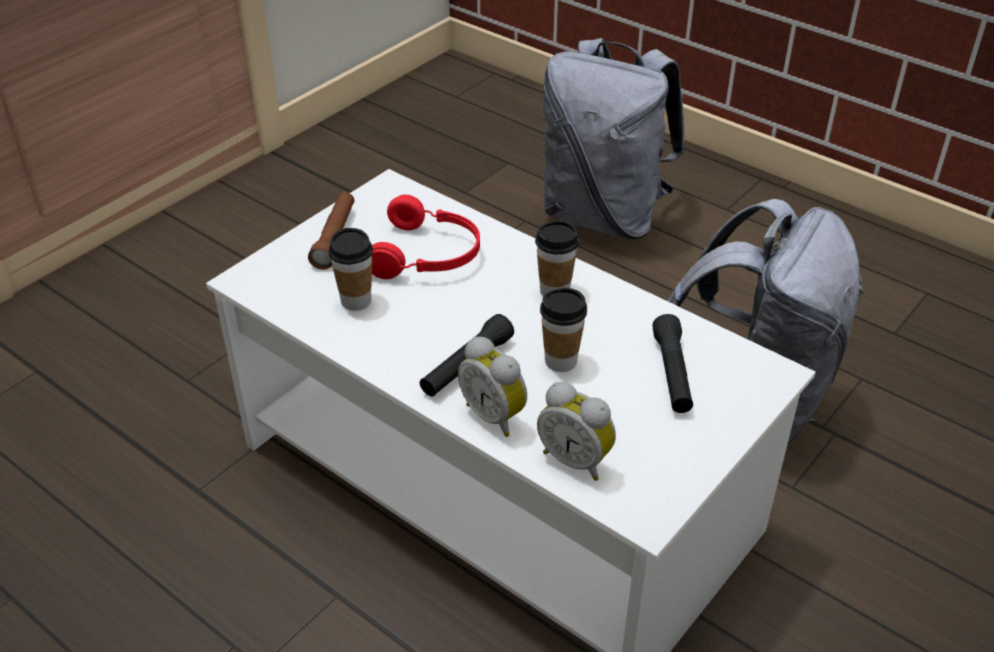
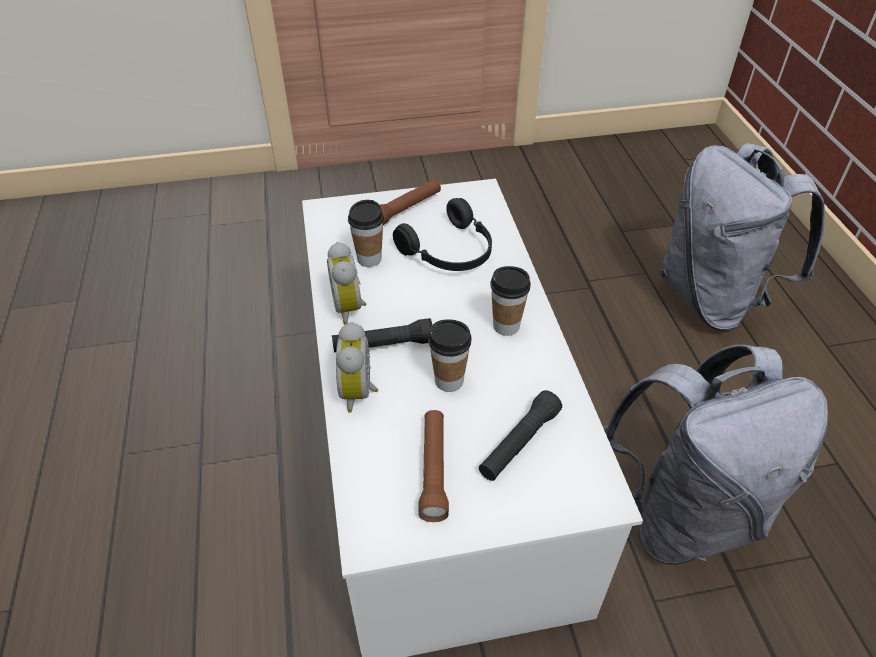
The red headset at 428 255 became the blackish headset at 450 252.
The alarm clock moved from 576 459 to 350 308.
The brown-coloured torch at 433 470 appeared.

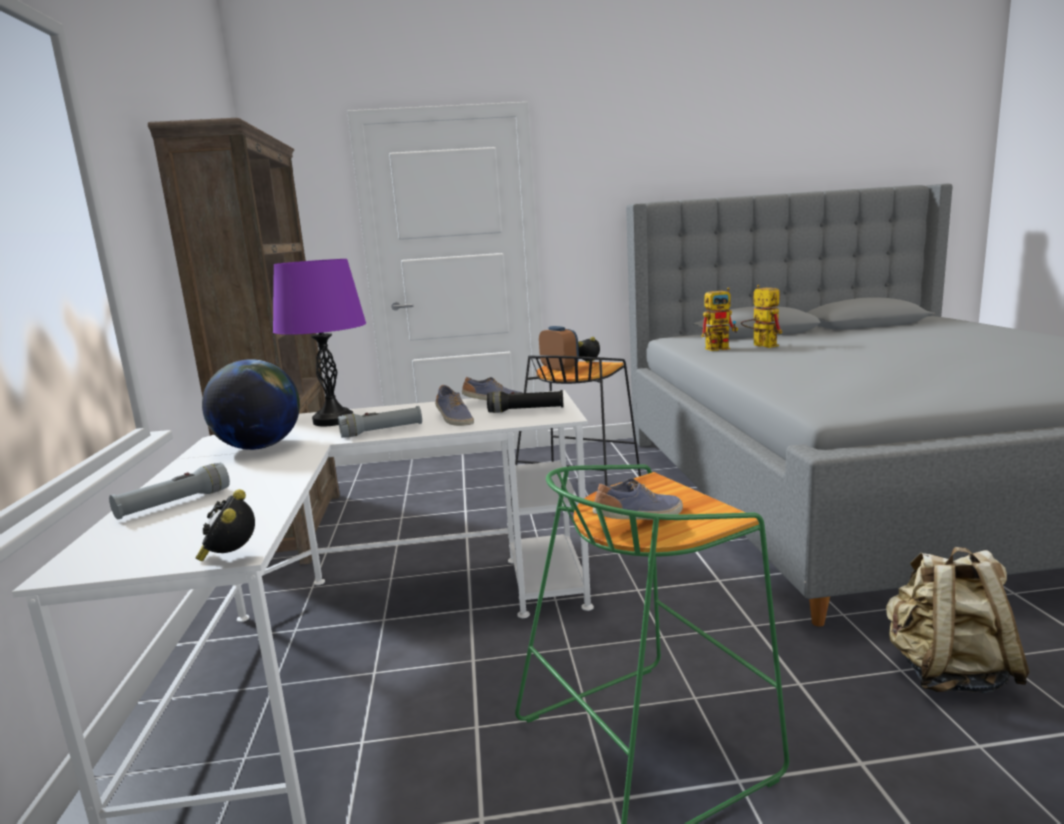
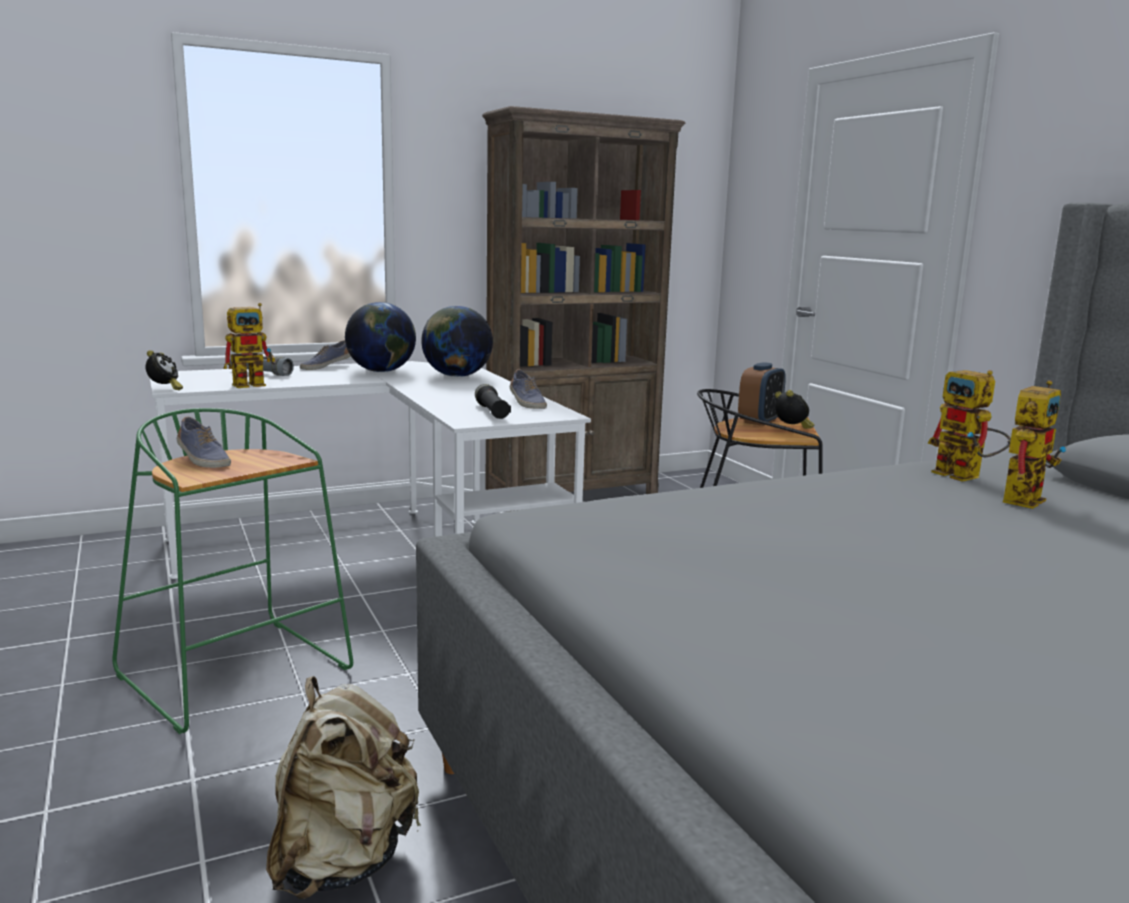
The purple-coloured tabletop lamp at 333 420 was replaced by the world globe at 456 376.
The item of footwear moved from 453 419 to 325 366.
The gray torch at 382 431 disappeared.
The alarm clock at 231 557 turned 120 degrees clockwise.
The toy robot at 255 384 appeared.

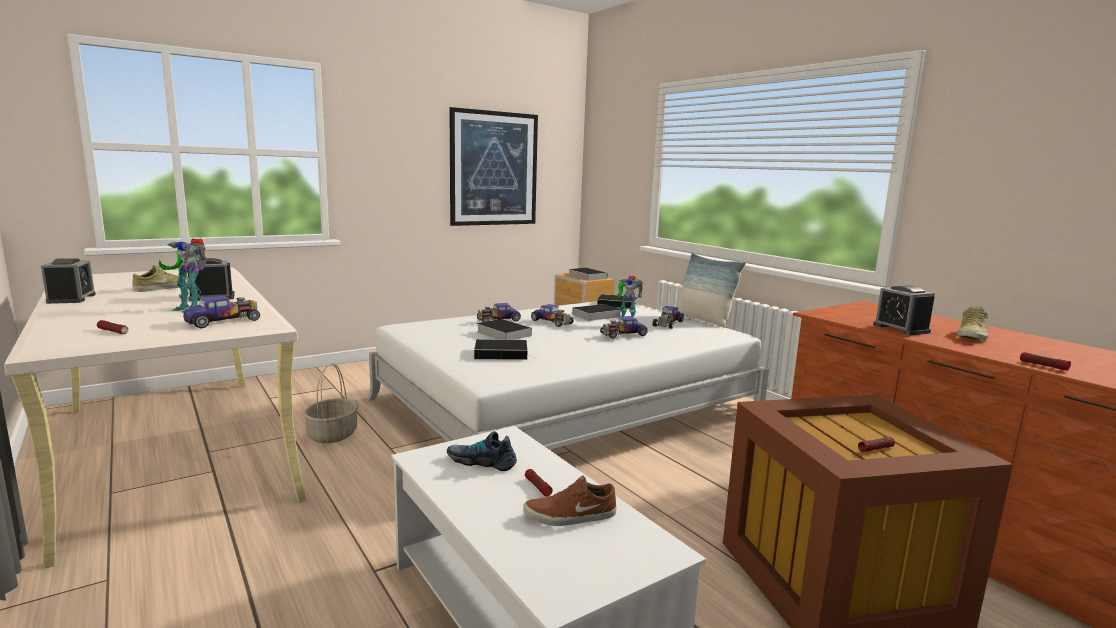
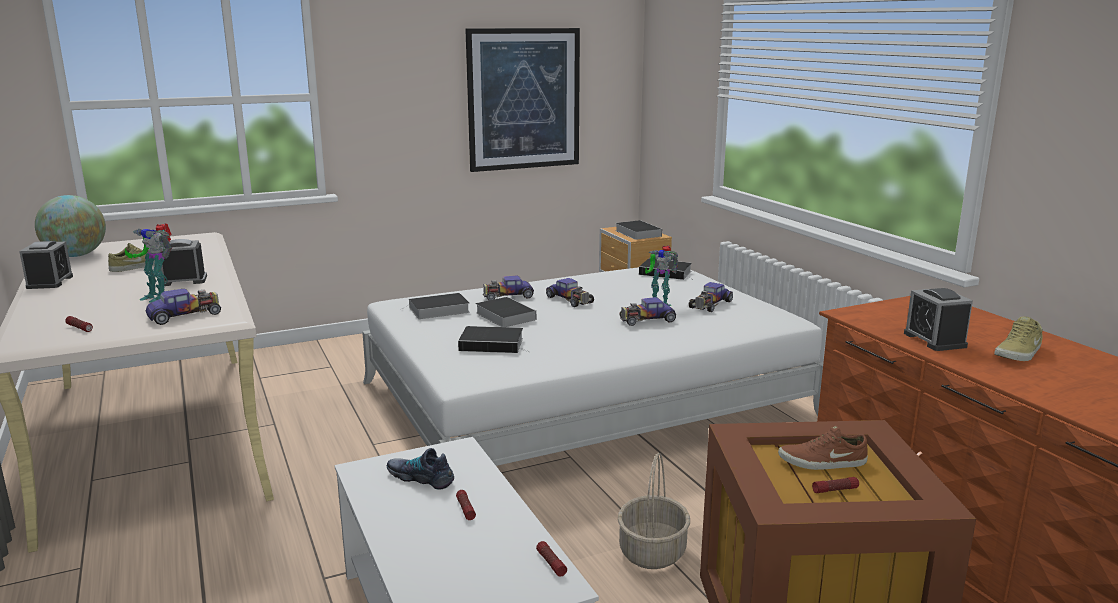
The throw pillow at 703 320 disappeared.
The bound book moved from 596 316 to 437 310.
The torch moved from 1043 366 to 551 563.
The household basket moved from 333 435 to 653 552.
The brown-coloured item of footwear moved from 570 516 to 822 462.
The world globe at 76 255 appeared.

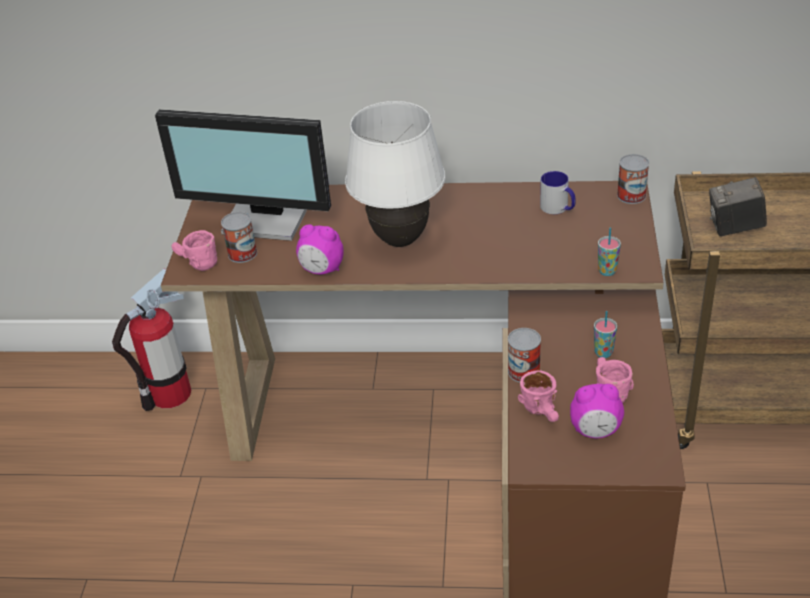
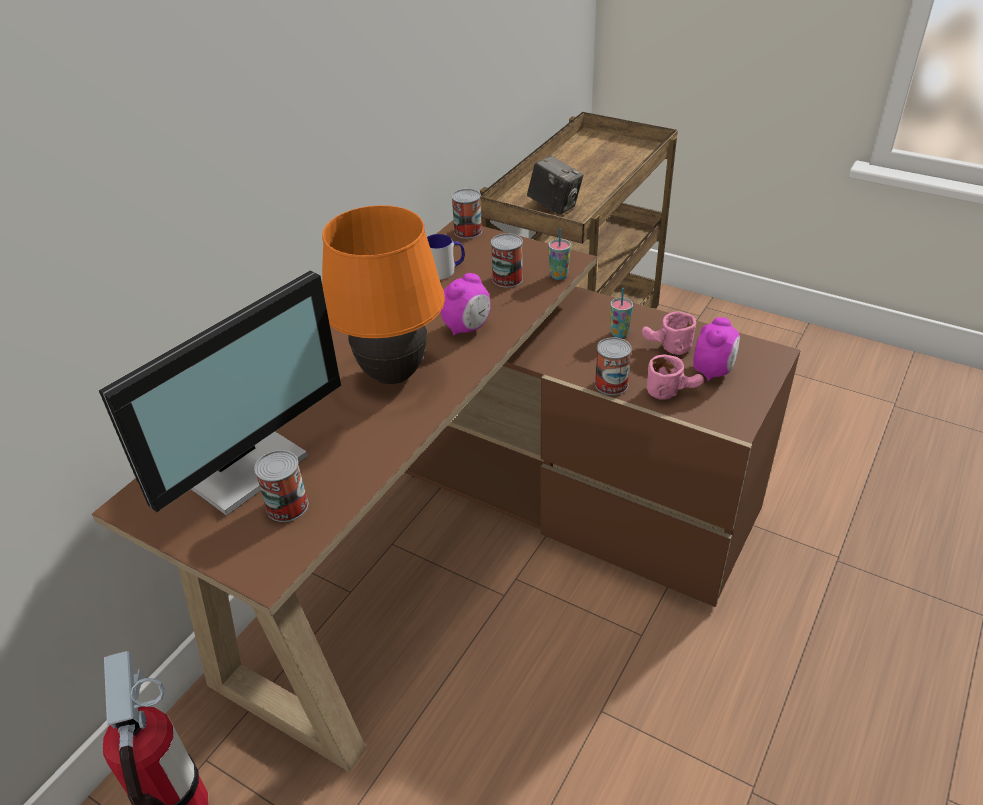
The whitish tabletop lamp at 399 239 became the orangey tabletop lamp at 392 376.
The photo camera at 734 228 turned 75 degrees counterclockwise.
The alarm clock moved from 322 270 to 467 328.
The pinkish mug at 195 263 disappeared.
The can at 507 279 appeared.

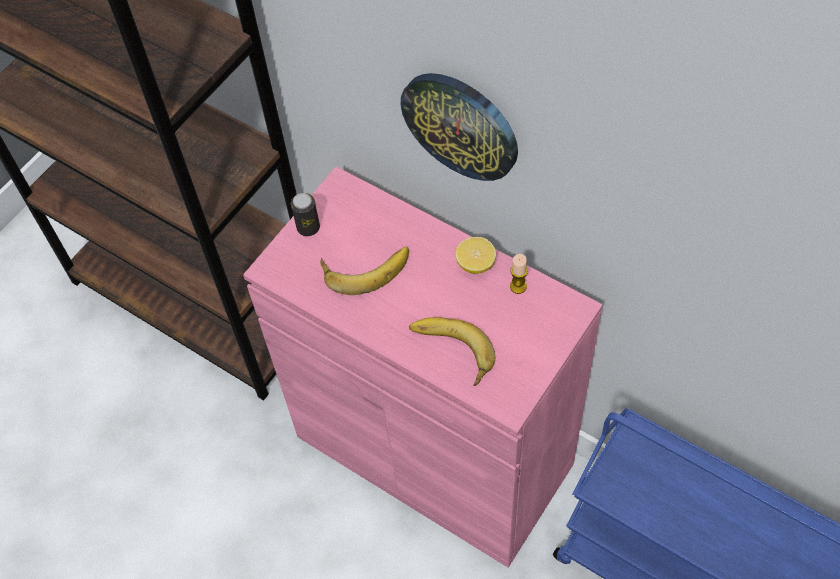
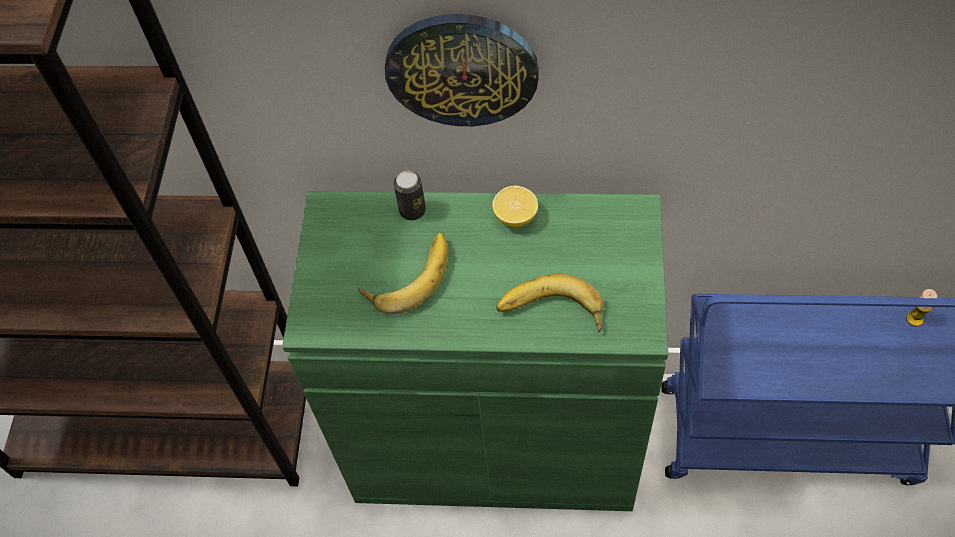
The pinkish cupboard at 433 450 became the green cupboard at 495 442.
The can moved from 308 227 to 412 210.
The candle moved from 518 286 to 914 319.

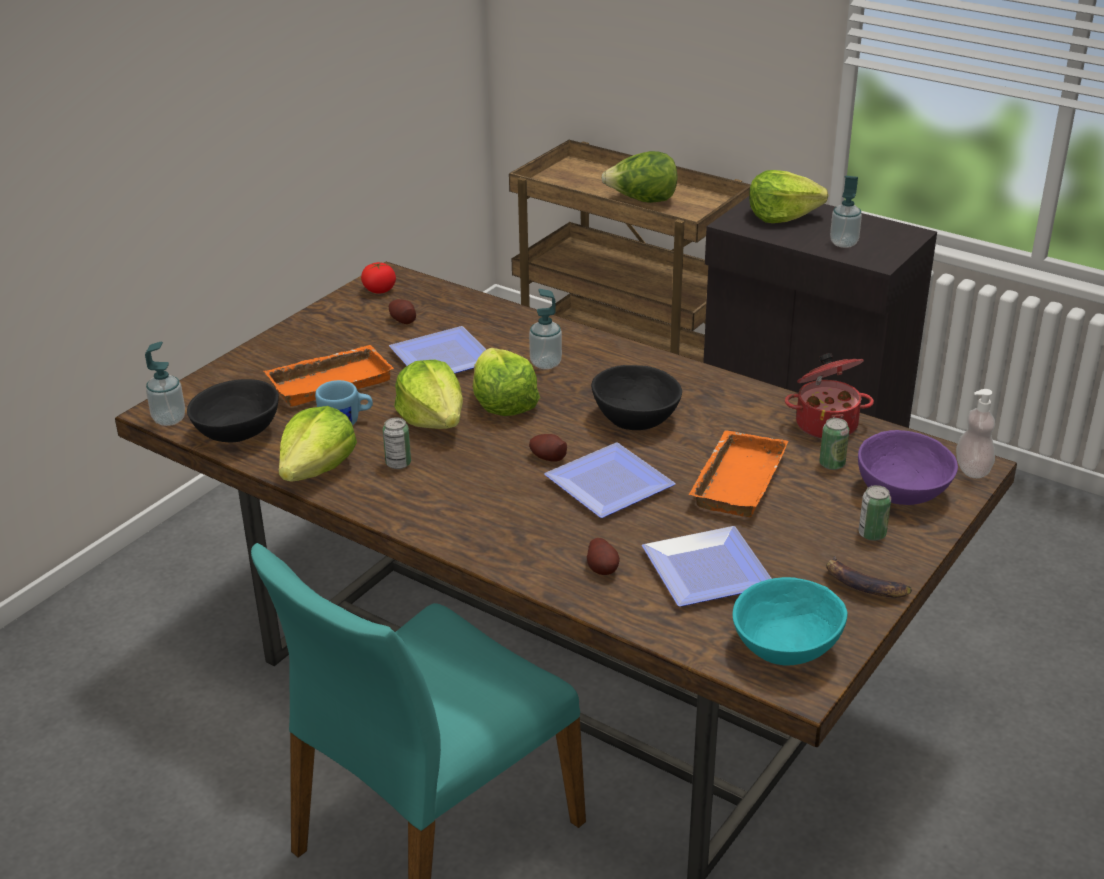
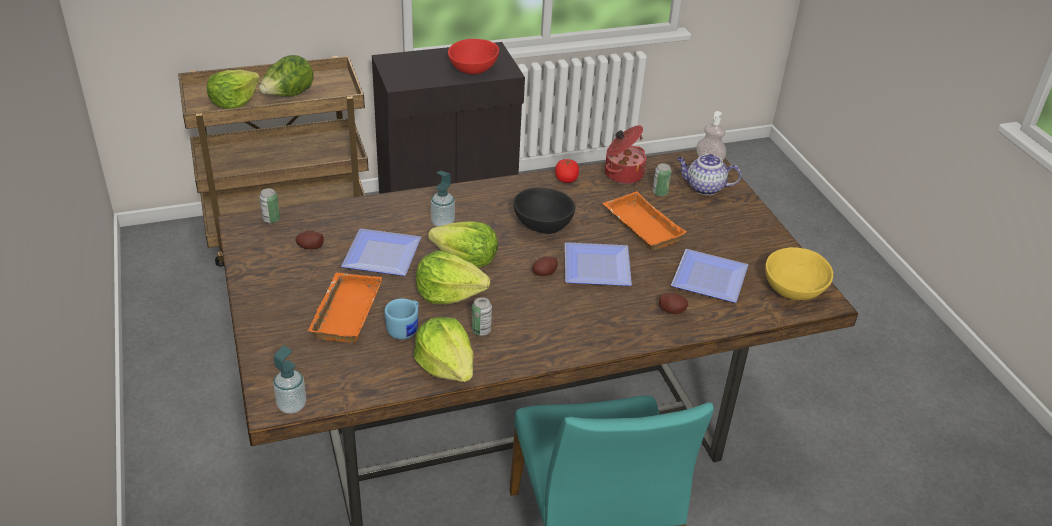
The lettuce head moved from 782 216 to 234 101.
The soap bottle at 843 243 was replaced by the red bowl at 473 69.
The fresh tomato moved from 379 290 to 566 180.
The blackish bowl at 239 432 disappeared.
The purple-coloured bowl at 900 491 was replaced by the tea pot at 704 188.
The can moved from 872 534 to 271 219.
The banana at 863 585 disappeared.
The turquoise bowl at 787 646 became the yellowish bowl at 793 289.

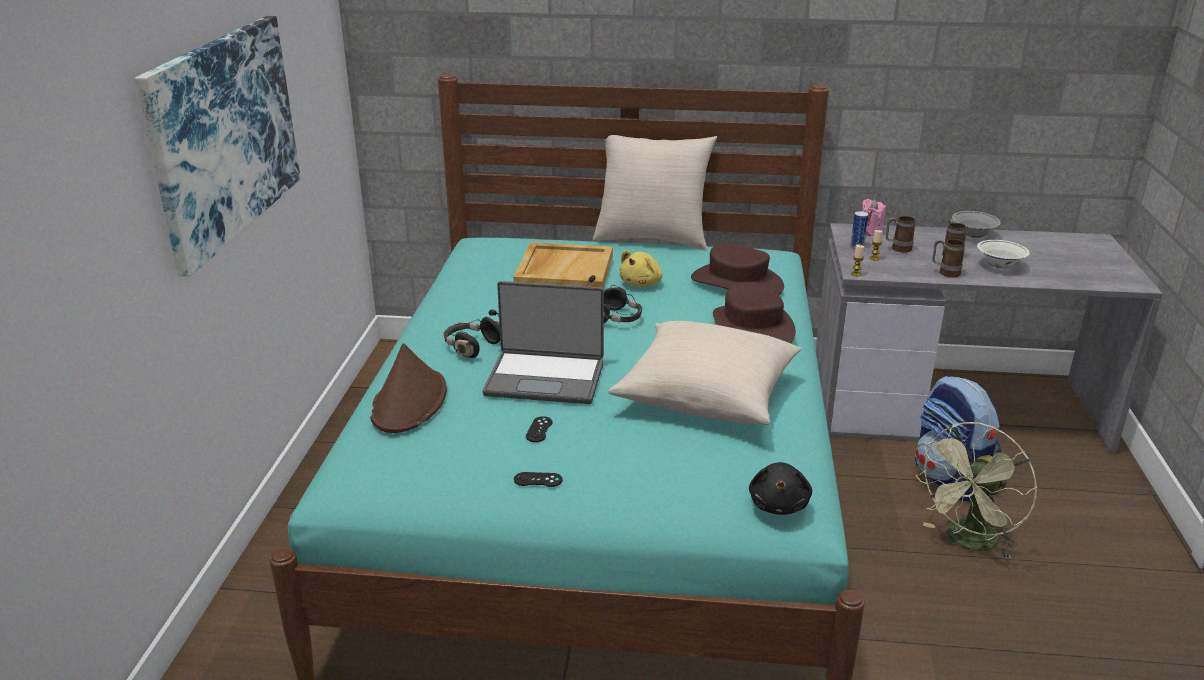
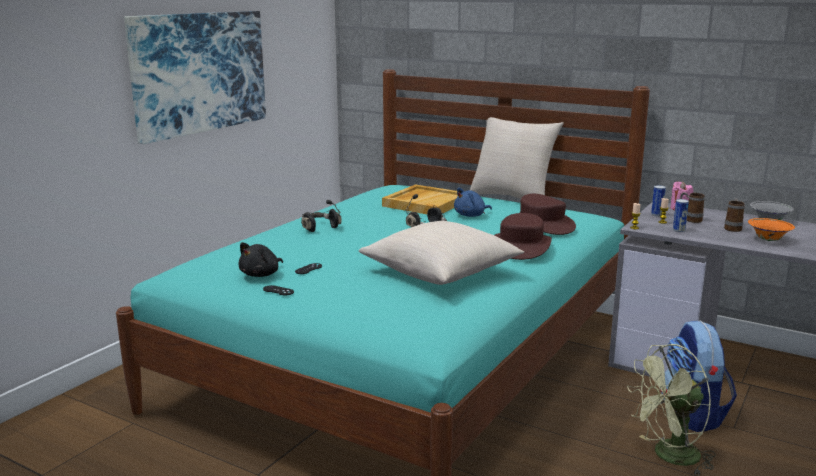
The mug at 945 273 disappeared.
The whitish bowl at 999 266 became the orangey bowl at 768 240.
The yellowish plush toy at 642 283 became the bluish plush toy at 471 215.
The notebook computer at 545 378 disappeared.
The brown-coloured clothing hat at 409 402 disappeared.
The blackish plush toy moved from 779 504 to 261 274.
The can at 678 230 appeared.

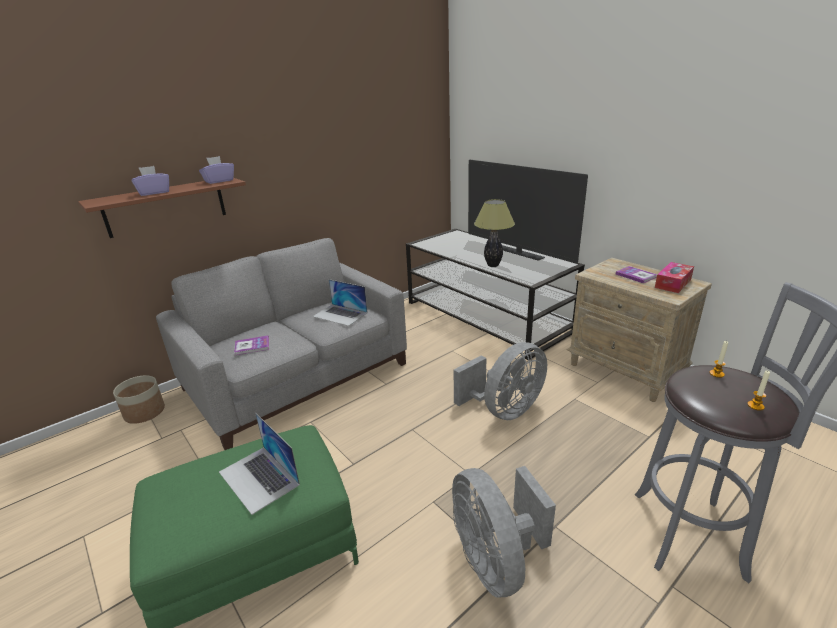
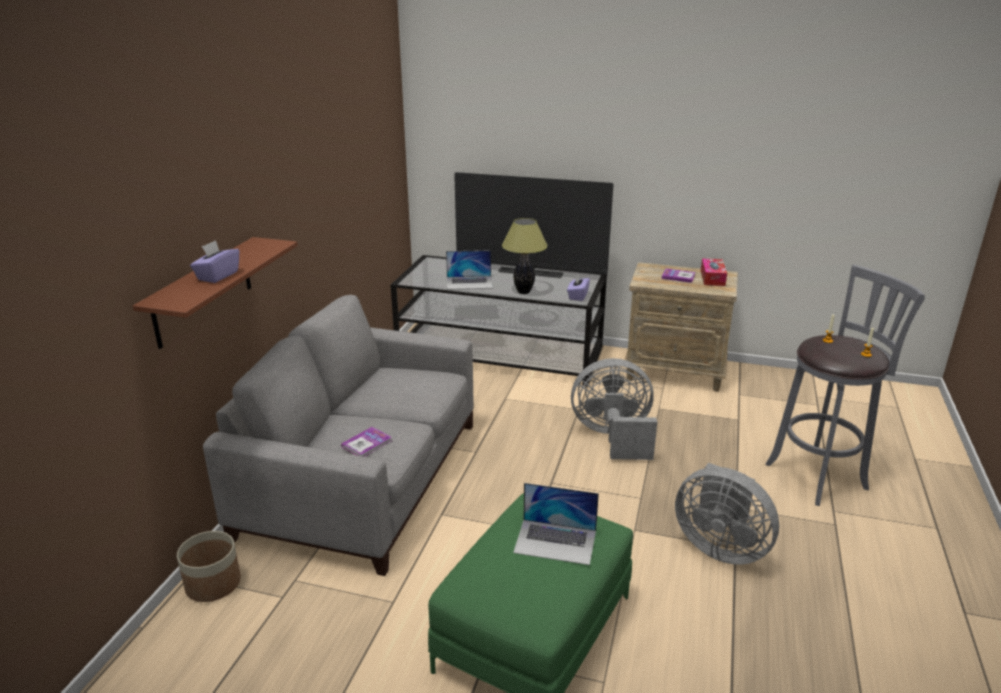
The purple-coloured tissue box moved from 219 181 to 577 296.
The notebook computer moved from 340 314 to 469 282.
The gray fan at 504 410 turned 105 degrees counterclockwise.

